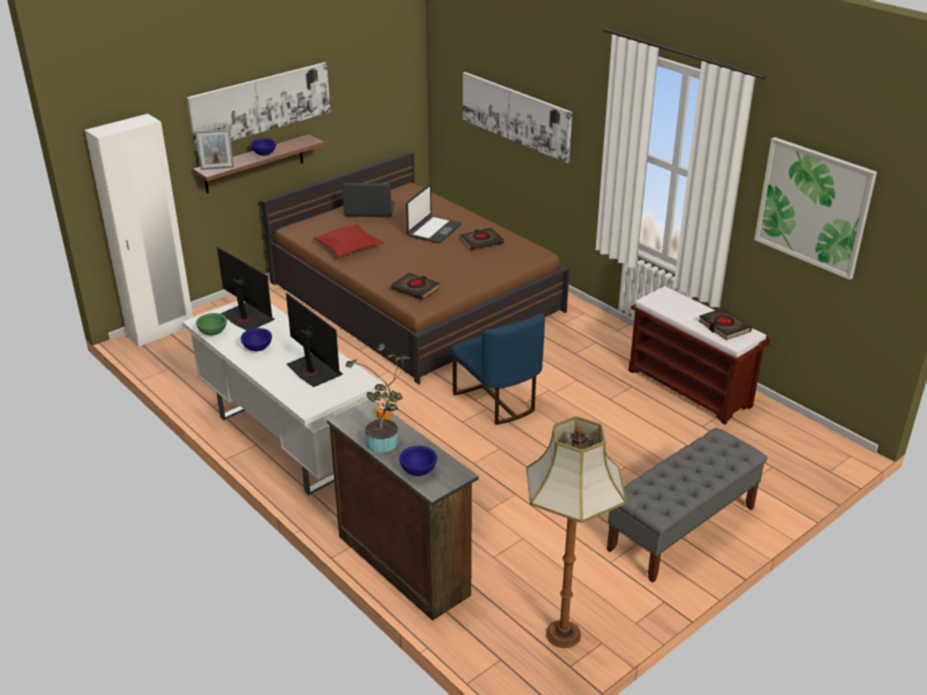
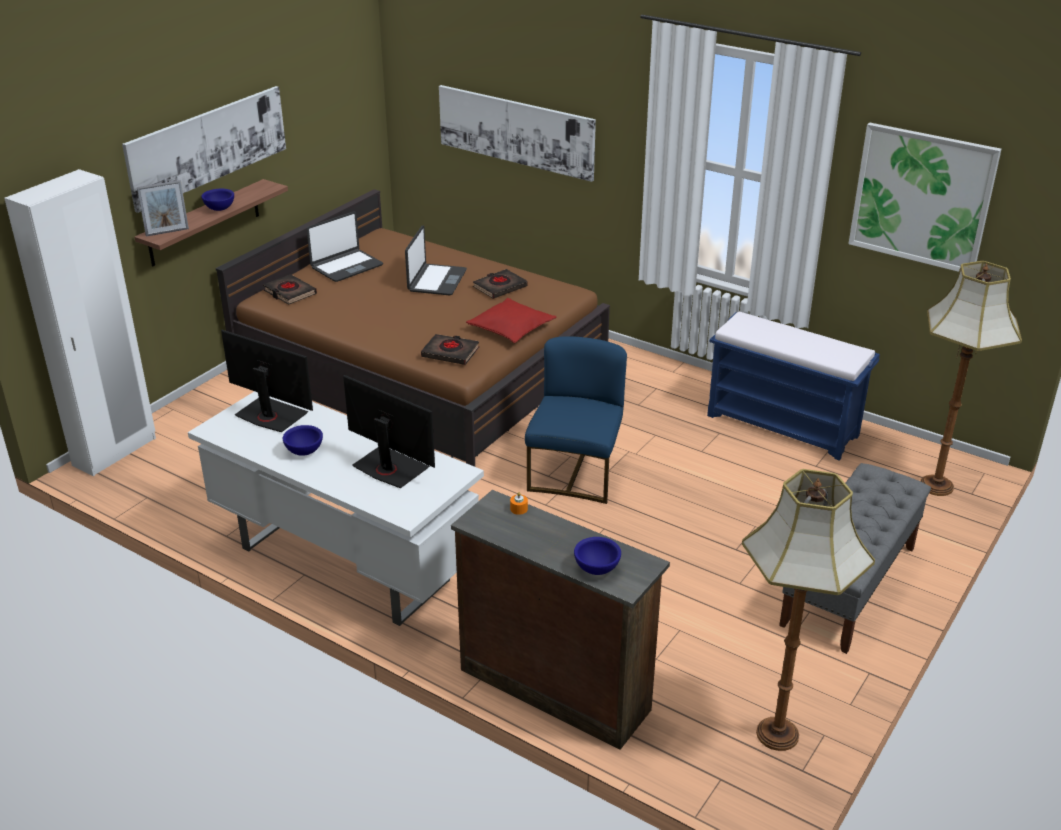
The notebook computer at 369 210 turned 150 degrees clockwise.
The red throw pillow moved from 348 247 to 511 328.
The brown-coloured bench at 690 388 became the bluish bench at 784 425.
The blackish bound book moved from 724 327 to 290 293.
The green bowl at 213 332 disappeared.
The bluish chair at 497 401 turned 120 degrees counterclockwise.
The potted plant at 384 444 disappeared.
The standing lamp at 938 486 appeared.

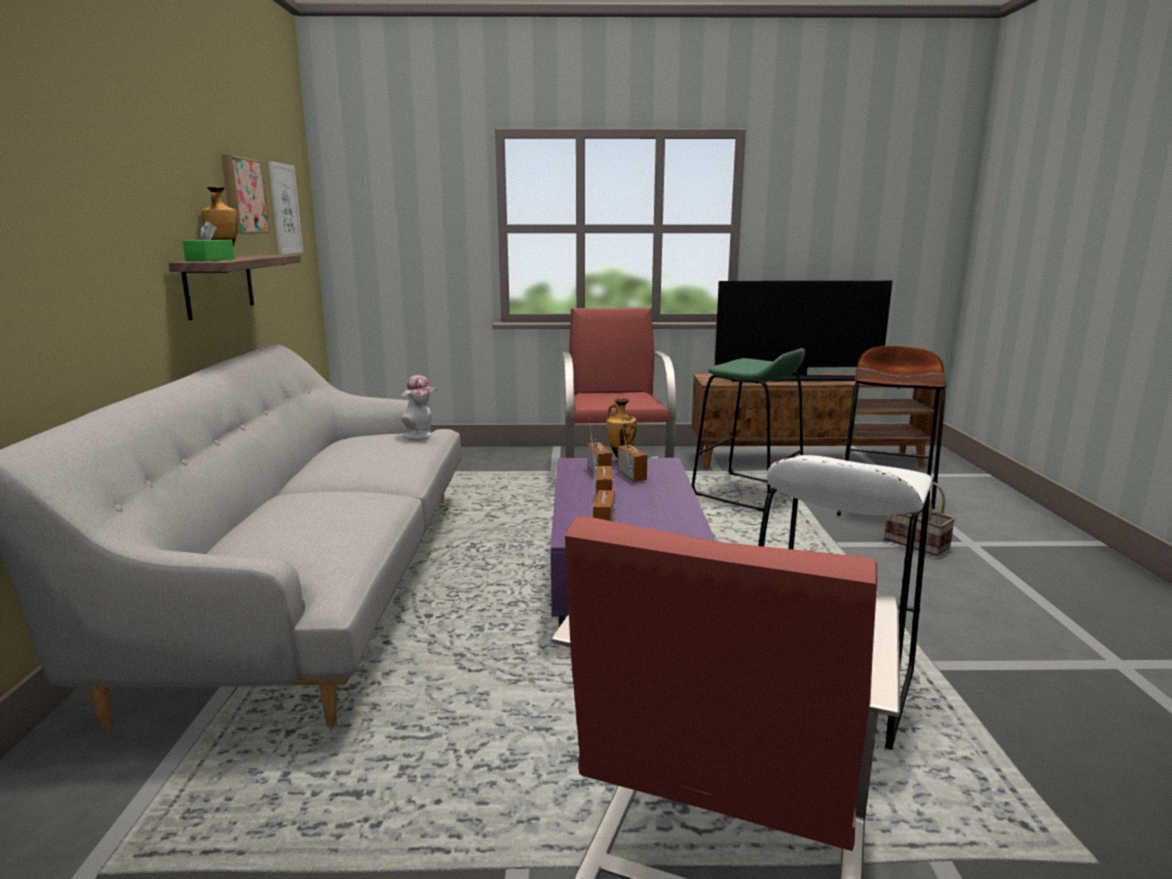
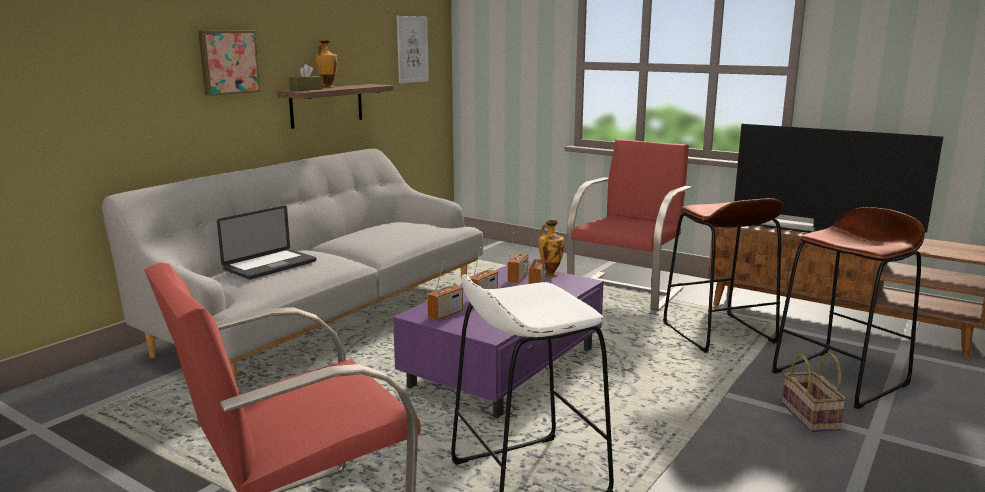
The wall picture moved from 242 196 to 228 62.
The green tissue box at 210 260 became the brown-coloured tissue box at 306 89.
The green sitting stool at 747 492 became the brown-coloured sitting stool at 718 333.
The clothing hat at 421 435 disappeared.
The notebook computer at 270 265 appeared.

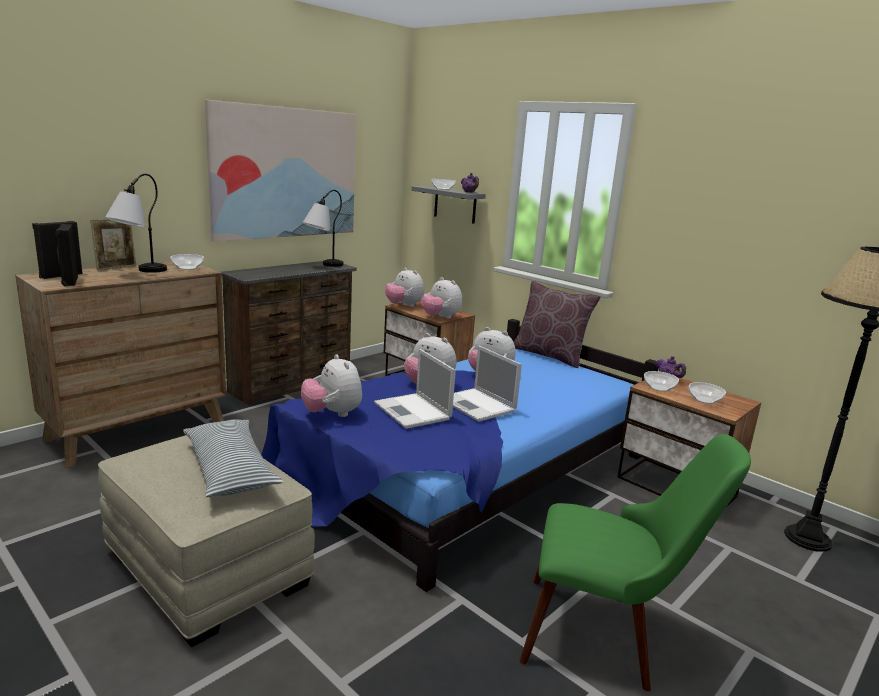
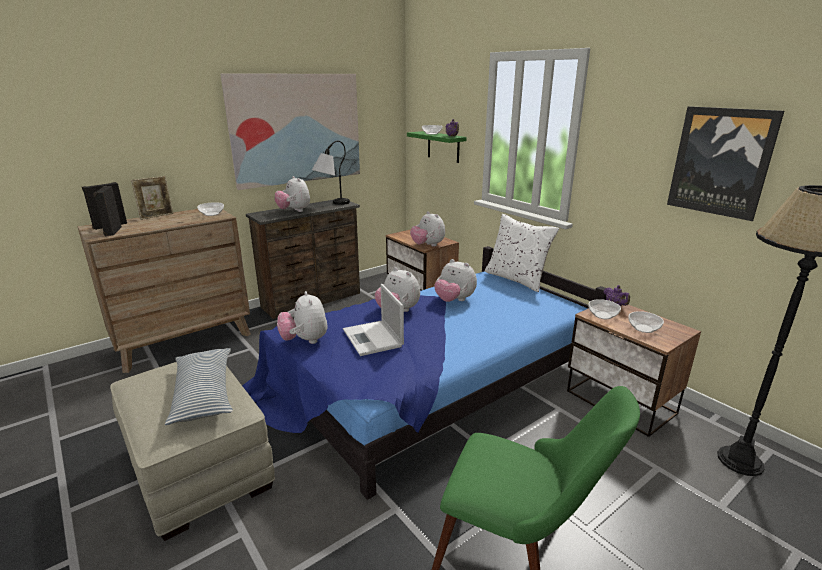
The tabletop lamp at 138 272 disappeared.
The gray shelf at 455 204 became the green shelf at 443 147.
The plush toy moved from 404 306 to 294 211.
The brown-coloured throw pillow at 549 355 became the whitish throw pillow at 516 279.
The notebook computer at 478 405 disappeared.
The wall picture at 721 162 appeared.

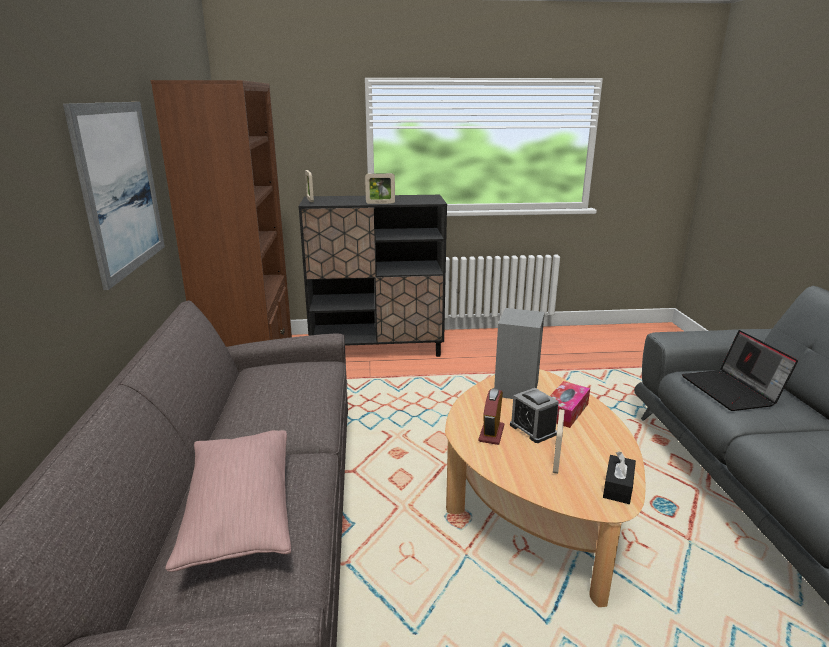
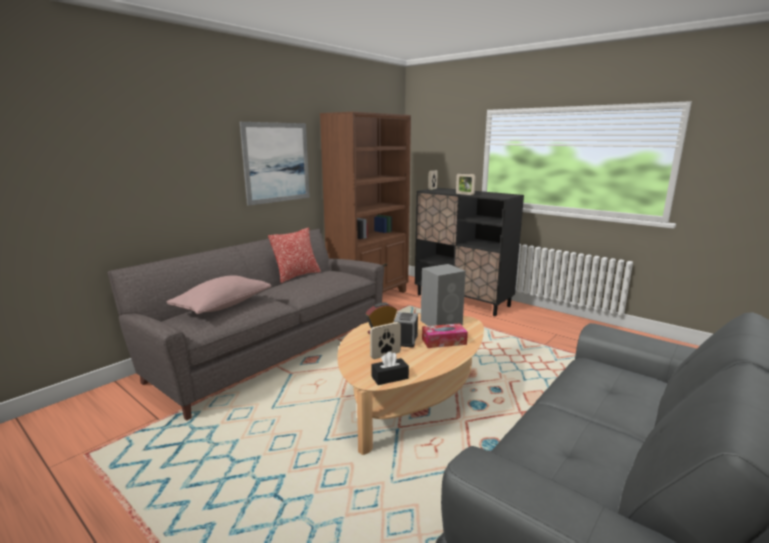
The notebook computer at 732 391 disappeared.
The throw pillow at 297 276 appeared.

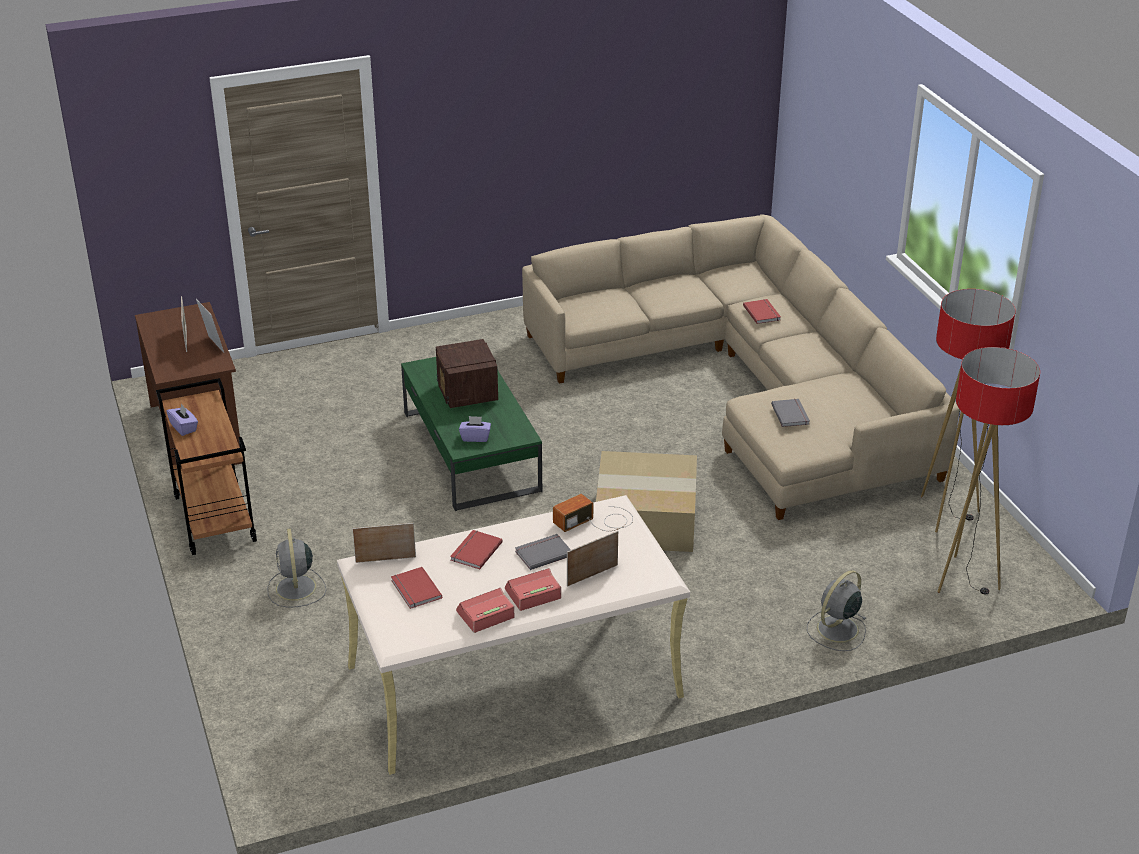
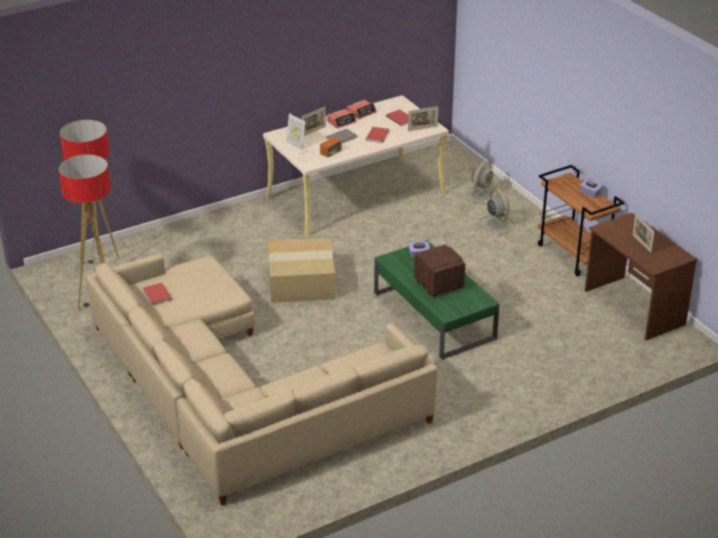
The standing frame moved from 212 345 to 296 144.
The red bound book moved from 762 312 to 156 295.
The gray bound book at 791 414 disappeared.
The gray fan moved from 836 630 to 482 194.

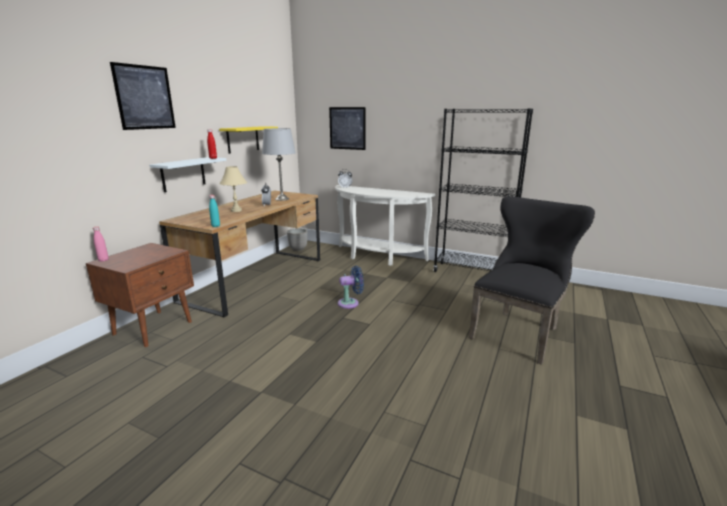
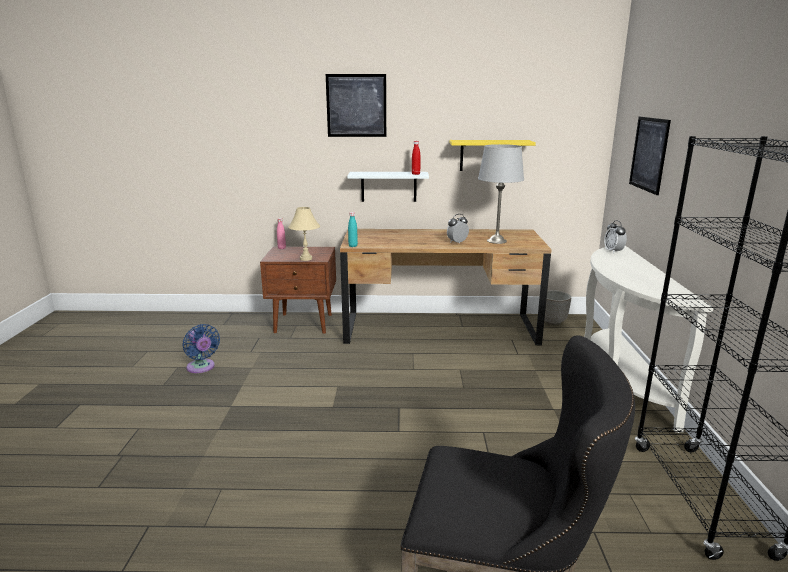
The beige-coloured tabletop lamp moved from 236 210 to 305 259.
The bluish fan moved from 350 303 to 201 368.

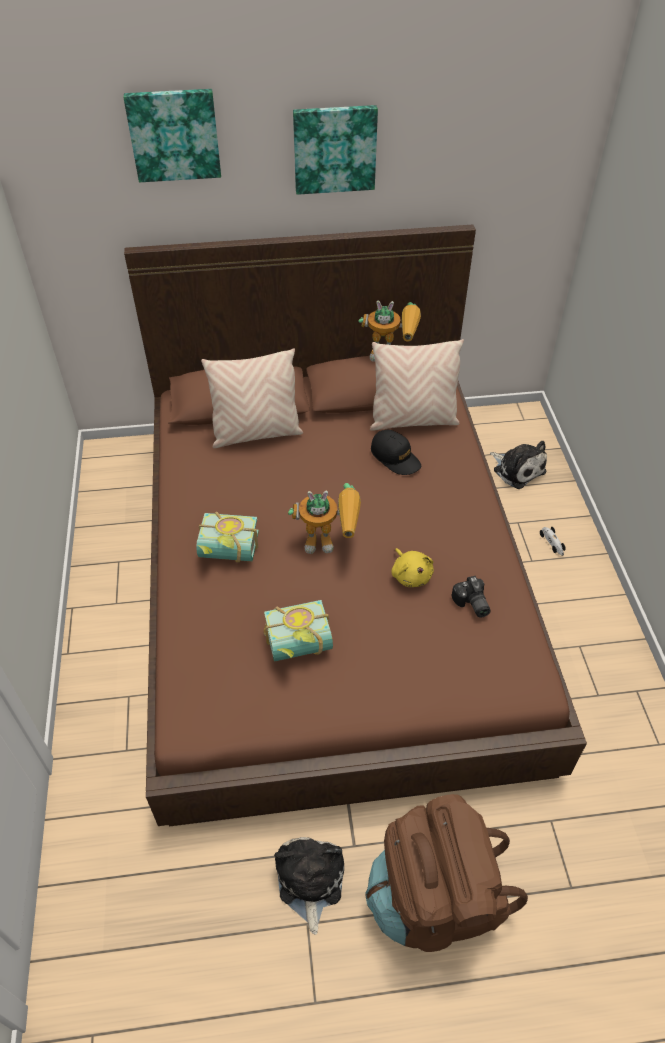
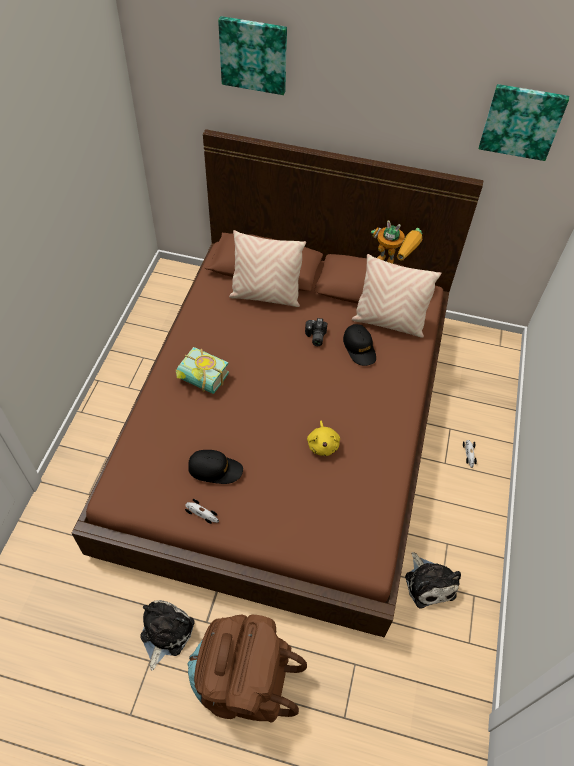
The wall picture moved from 334 149 to 522 121.
The plush toy moved from 517 469 to 429 583.
The toy robot at 330 541 disappeared.
The photo camera moved from 471 604 to 315 337.
The bound book at 300 647 was replaced by the blackish peaked cap at 215 469.
The miniature car at 202 513 appeared.

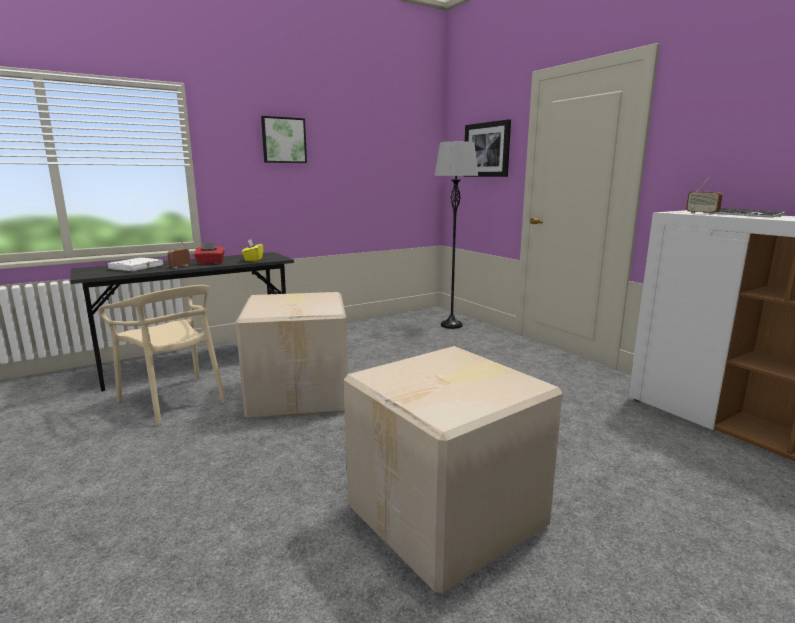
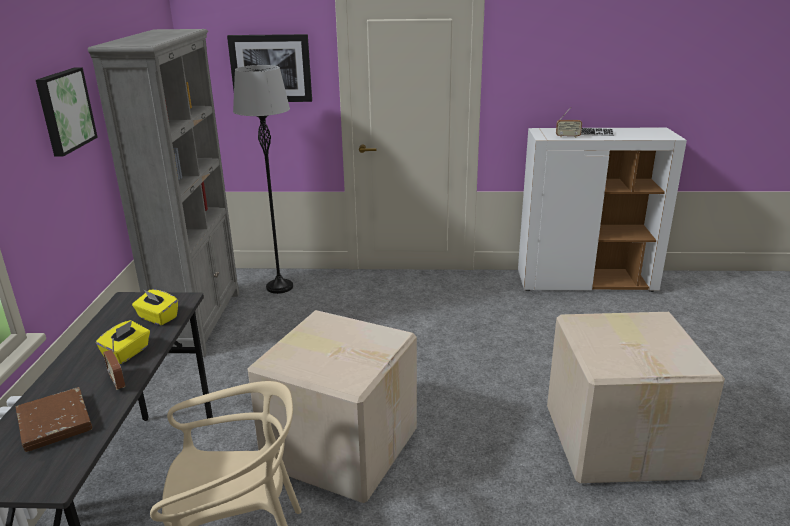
The red tissue box at 210 263 became the yellowish tissue box at 127 353.
The whitish bound book at 136 267 became the brown-coloured bound book at 55 423.
The gray bookcase at 200 321 appeared.

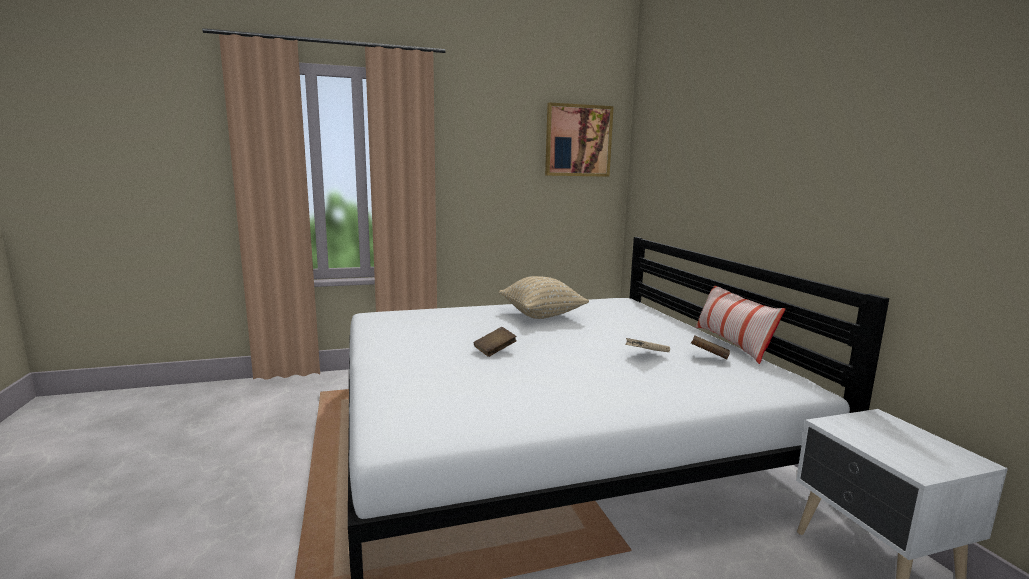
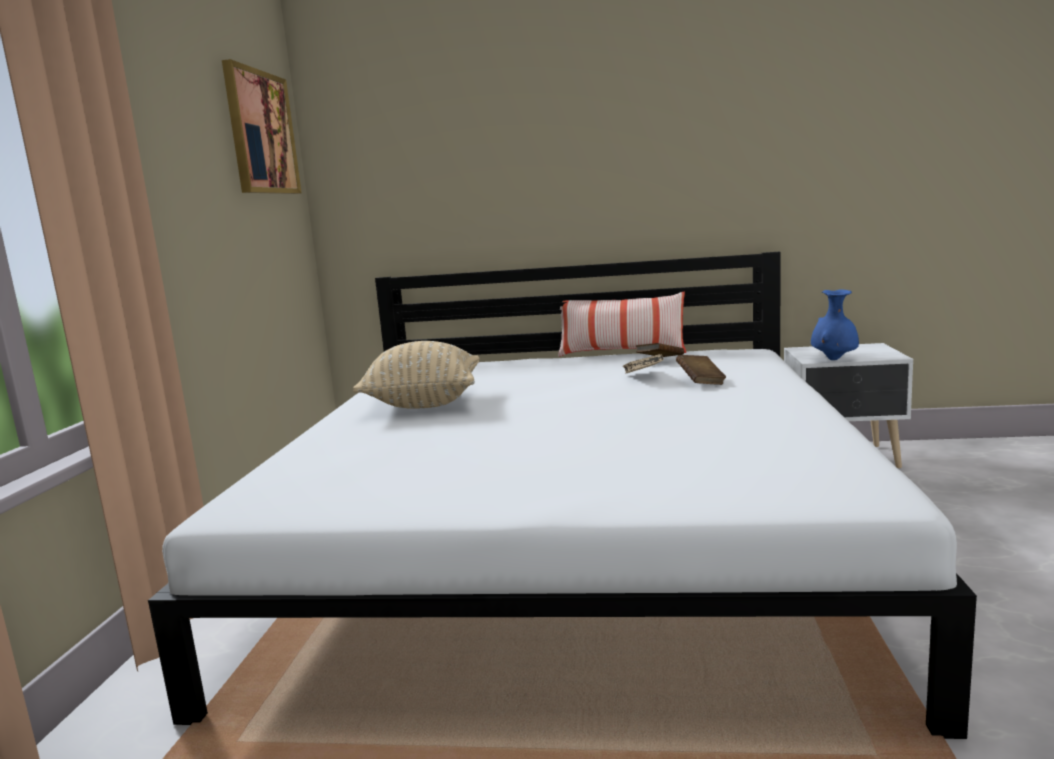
The brown-coloured bound book moved from 495 350 to 700 382.
The bluish flower vase at 834 359 appeared.

